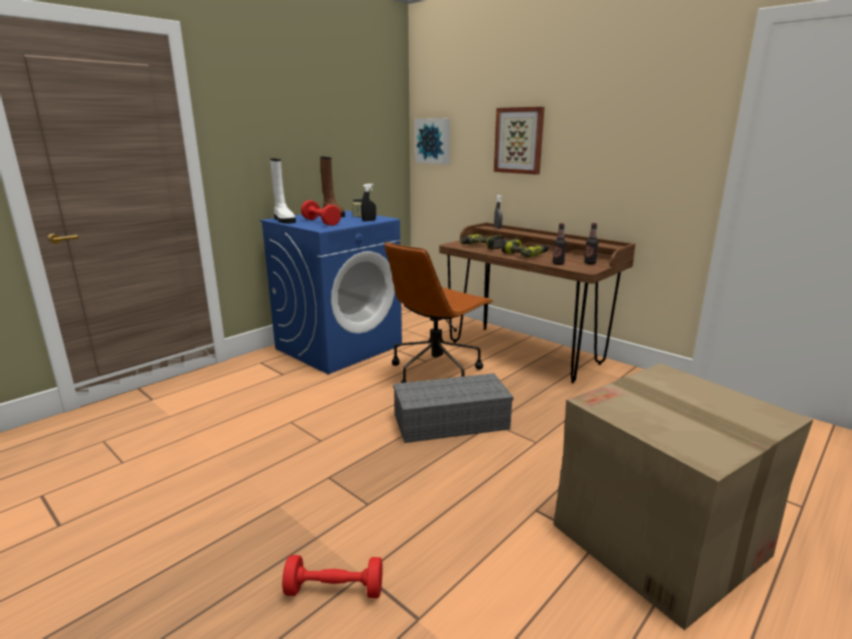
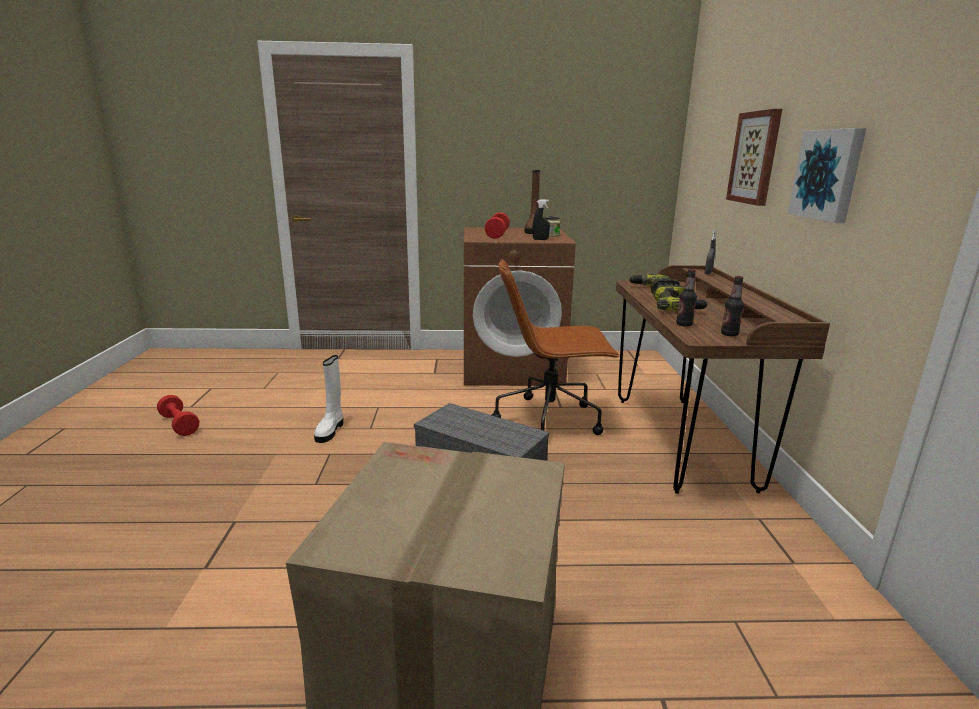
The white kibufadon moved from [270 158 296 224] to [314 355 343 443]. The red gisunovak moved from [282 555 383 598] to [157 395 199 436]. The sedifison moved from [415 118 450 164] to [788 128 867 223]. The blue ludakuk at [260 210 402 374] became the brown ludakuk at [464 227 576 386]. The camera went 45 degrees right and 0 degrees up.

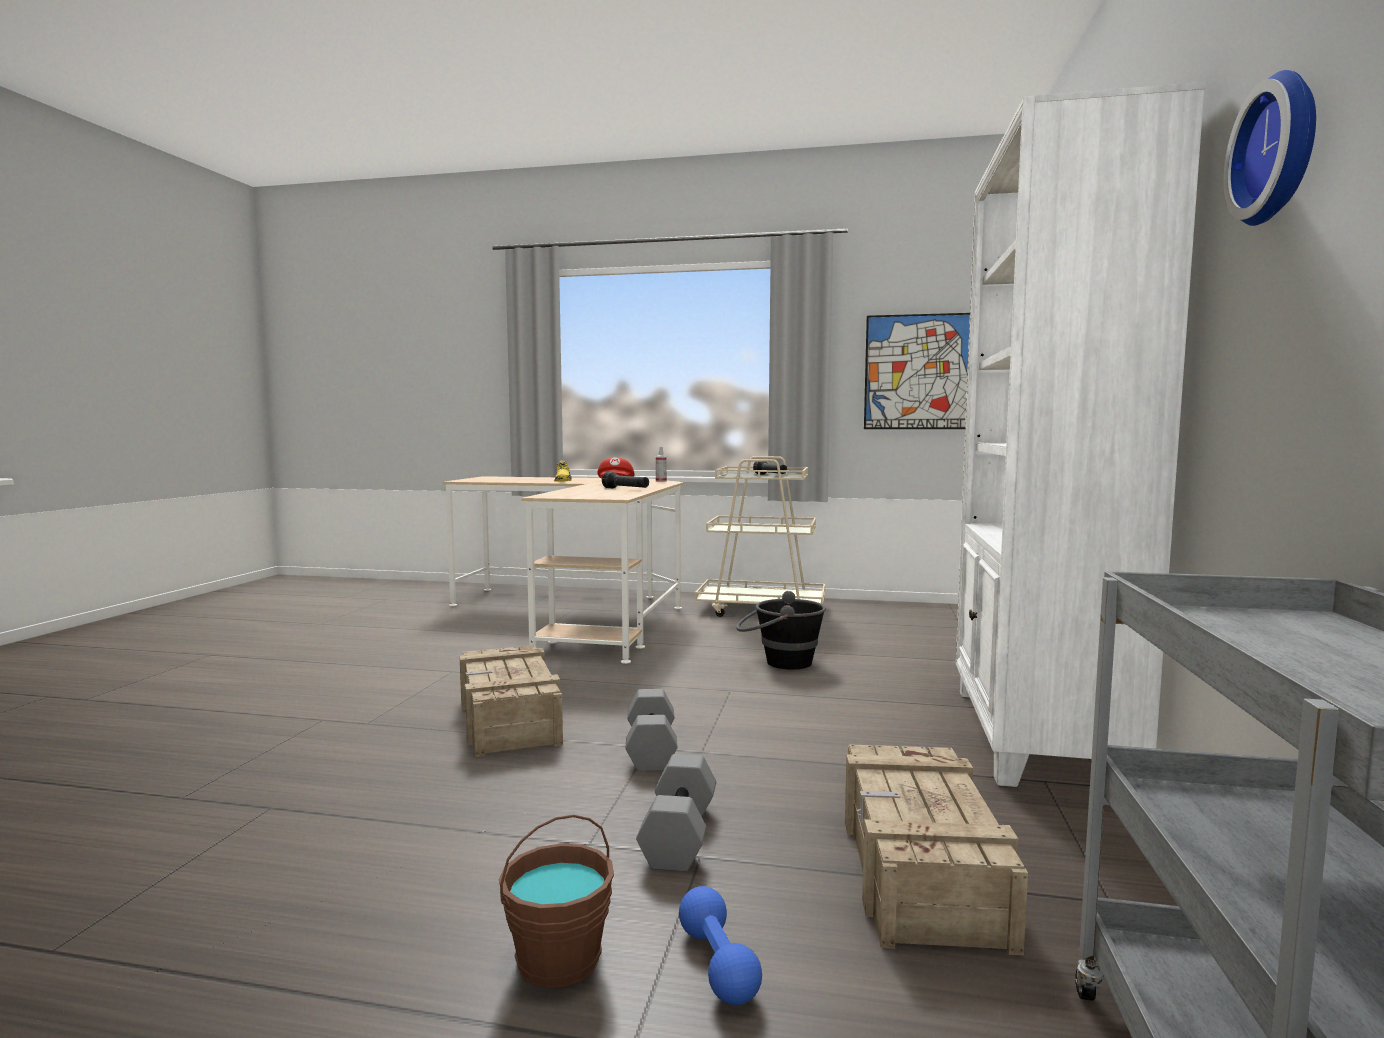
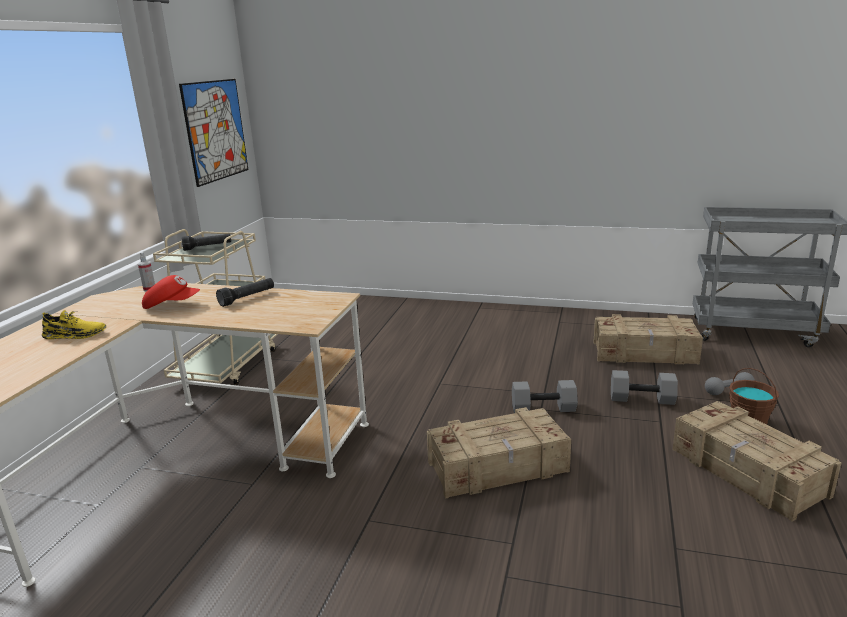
The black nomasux at [736 591 826 670] disappeared. The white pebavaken at [956 82 1206 787] disappeared. The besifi at [1223 70 1316 226] disappeared. The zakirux at [673 401 842 521] appeared. The blue gisunovak at [679 886 762 1005] became the grey gisunovak at [705 372 755 395]. The camera went 85 degrees left and 15 degrees up.

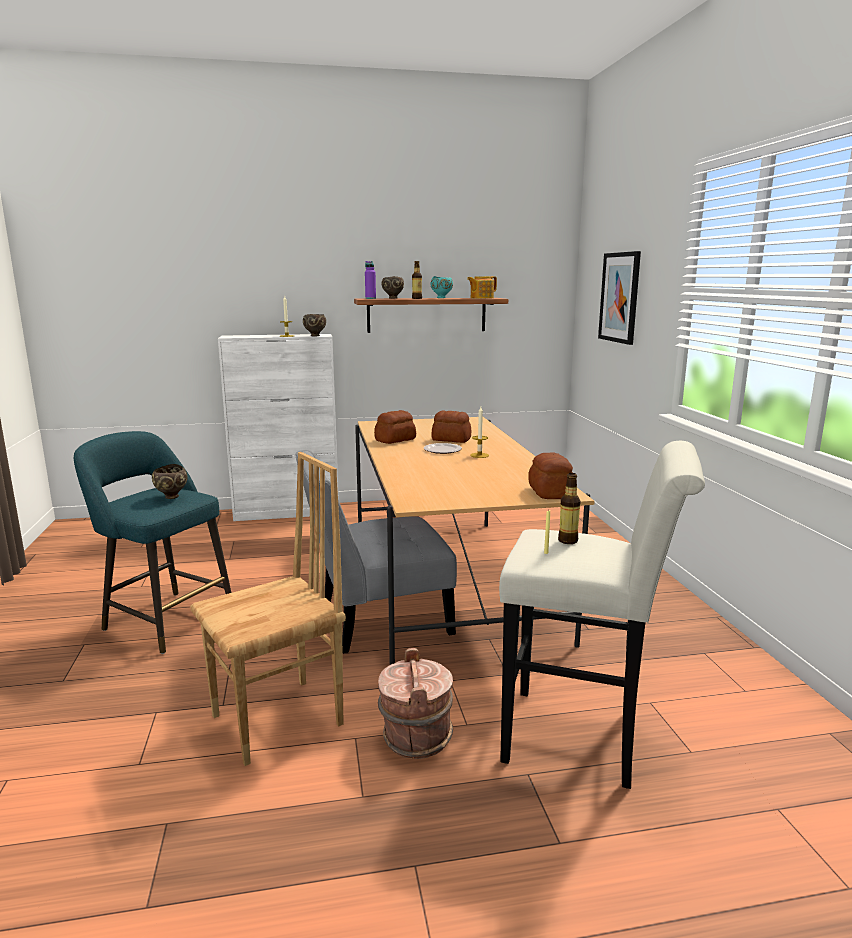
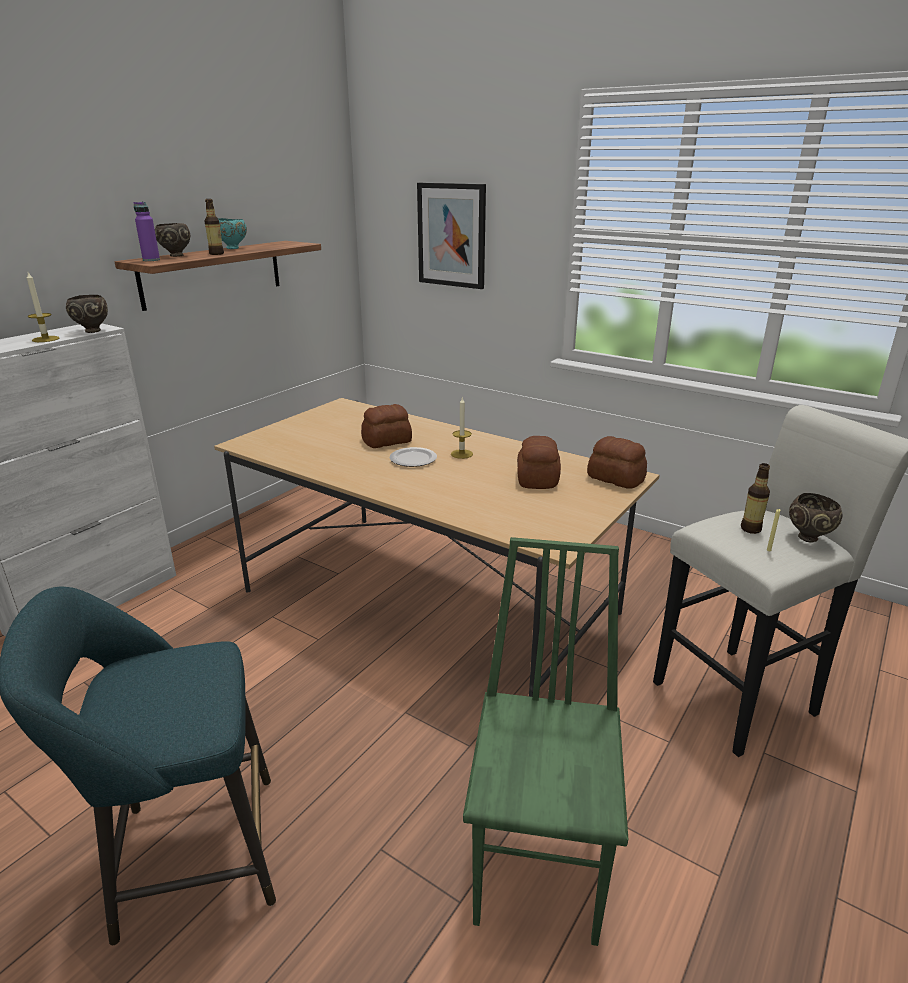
The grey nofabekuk at [295 449 457 653] disappeared. The brown nomasux at [378 648 453 759] disappeared. The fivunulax at [467 276 497 299] disappeared. The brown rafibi moved from [152 464 188 499] to [789 493 843 543]. The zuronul moved from [374 410 416 444] to [517 436 561 489]. The brown nofabekuk at [190 452 346 766] became the green nofabekuk at [463 537 628 946]. The camera went 45 degrees left and 10 degrees up.

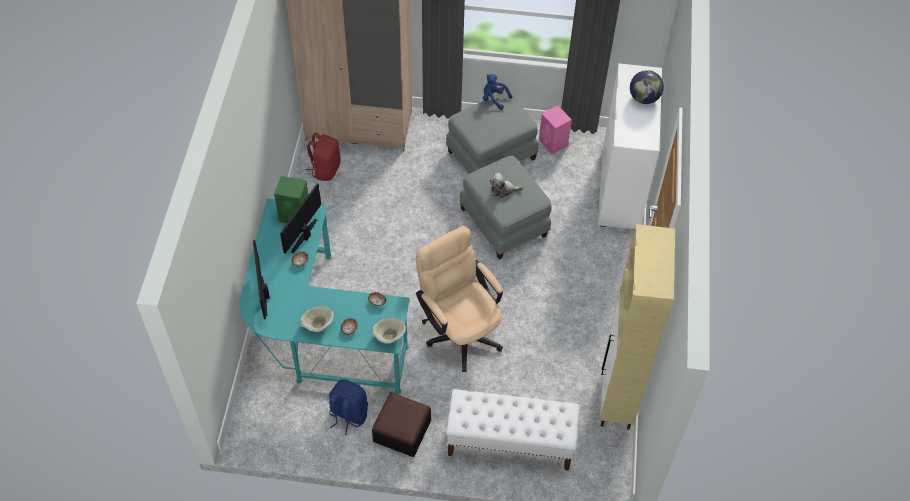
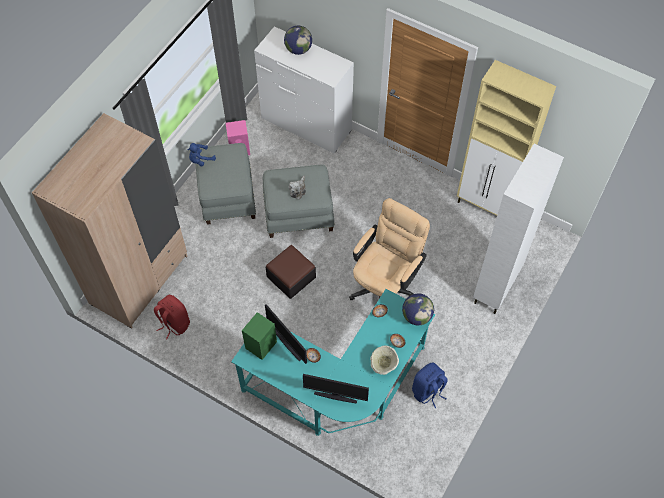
The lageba moved from [372 392 431 457] to [266 245 316 299]. The beige rafibi at [372 318 406 344] was replaced by the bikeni at [402 293 434 325]. The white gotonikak at [446 389 579 471] was replaced by the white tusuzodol at [473 144 564 314]. The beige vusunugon at [416 226 503 372] turned 135 degrees clockwise. The camera went 65 degrees left and 5 degrees up.

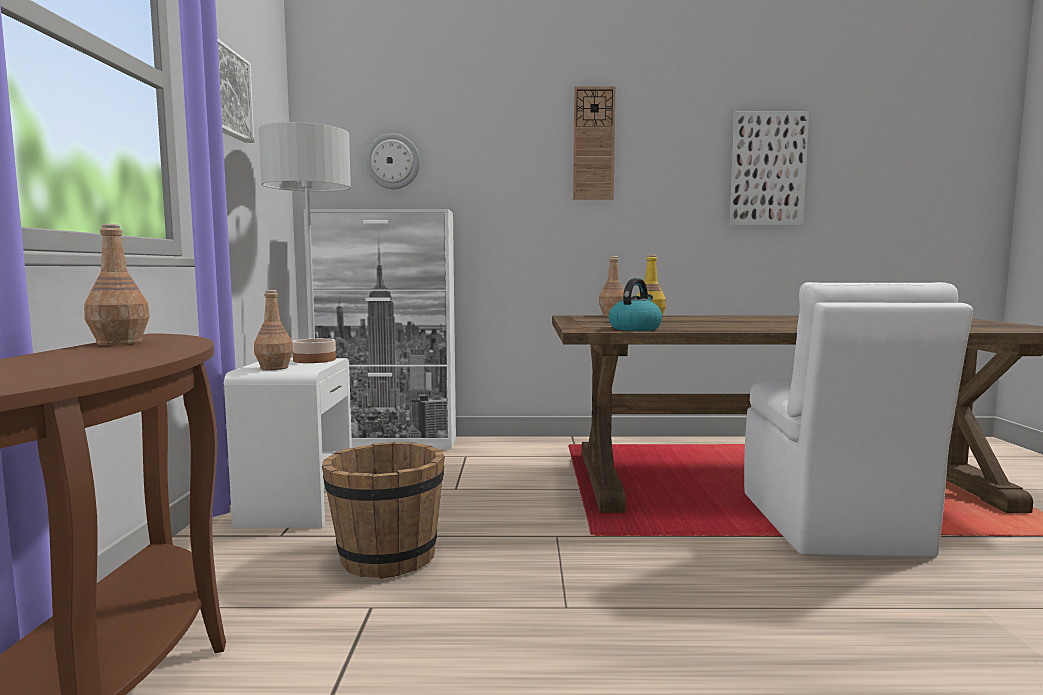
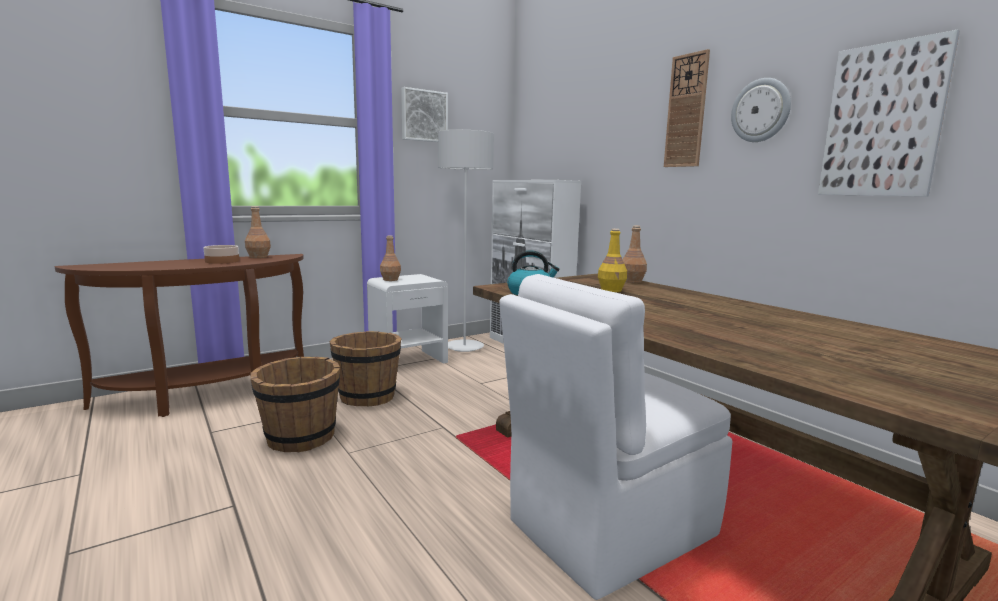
The brown nomasux at [250 357 340 453] appeared. The rafibi moved from [292 338 336 363] to [203 245 239 264]. The besifi moved from [366 133 420 189] to [731 78 791 142]. The camera went 55 degrees right and 5 degrees up.

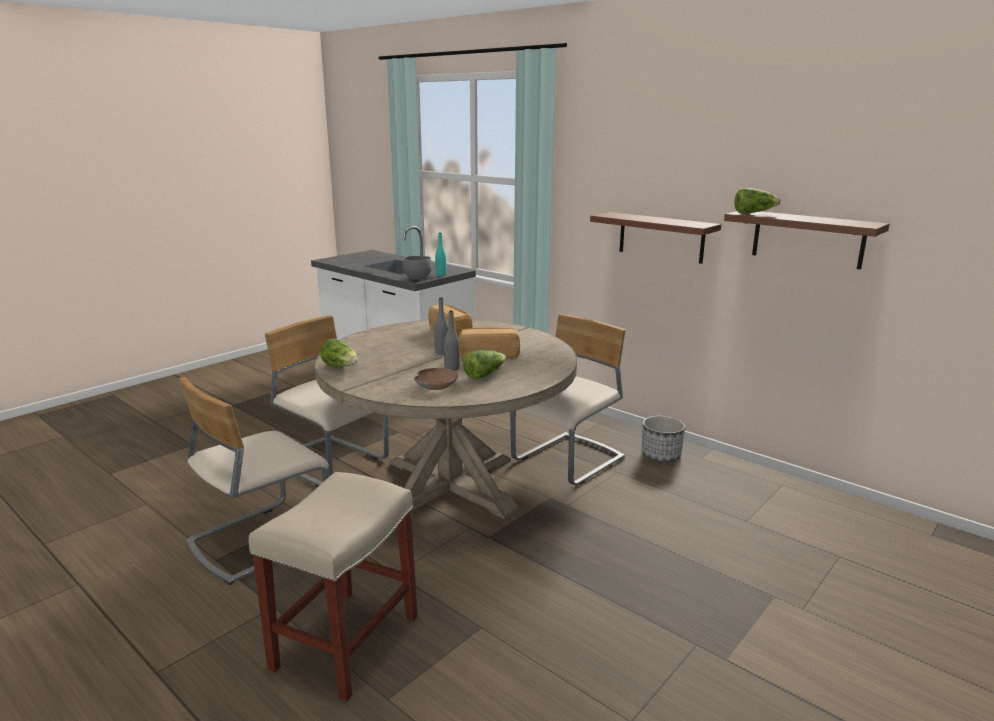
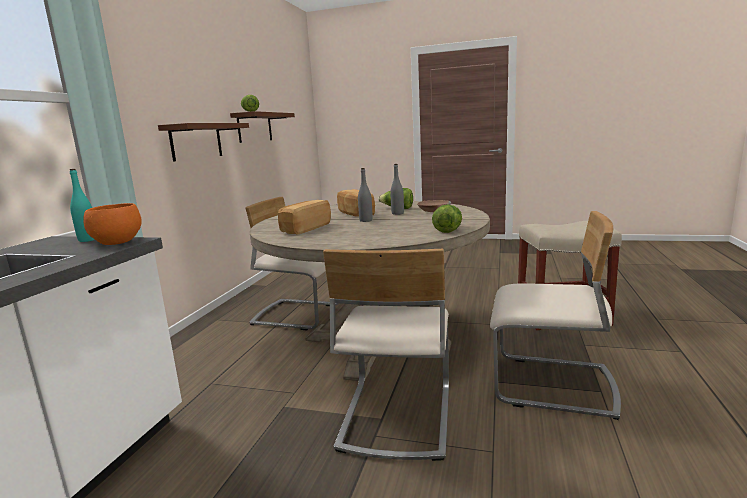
The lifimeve at [641 416 685 462] disappeared. The grey rafibi at [402 256 432 280] became the orange rafibi at [83 203 142 245]. The camera went 115 degrees left and 5 degrees down.

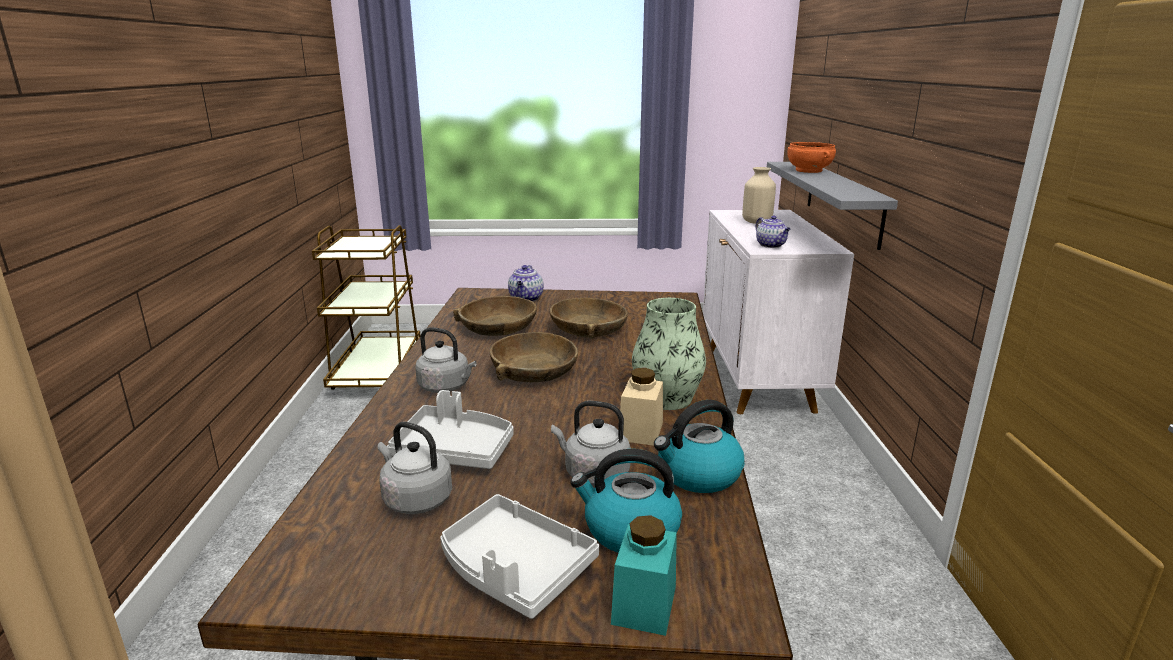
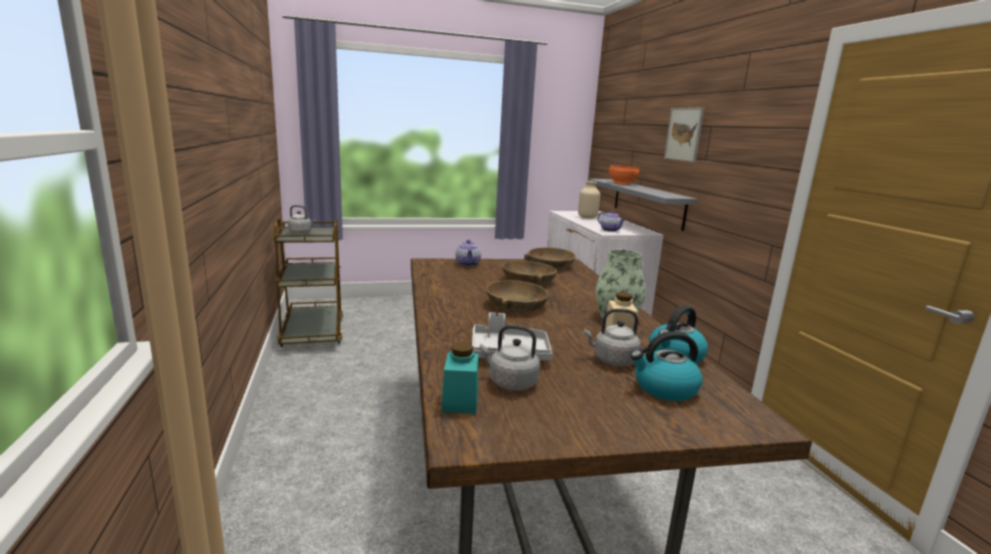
The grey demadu at [440 494 599 619] disappeared. The sedifison at [664 107 704 162] appeared. The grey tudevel moved from [415 327 477 393] to [288 205 316 234]. The brown rafibi moved from [453 296 537 336] to [524 248 576 269]. The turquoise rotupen moved from [611 515 677 636] to [441 342 479 414]. The camera went 15 degrees left and 5 degrees down.

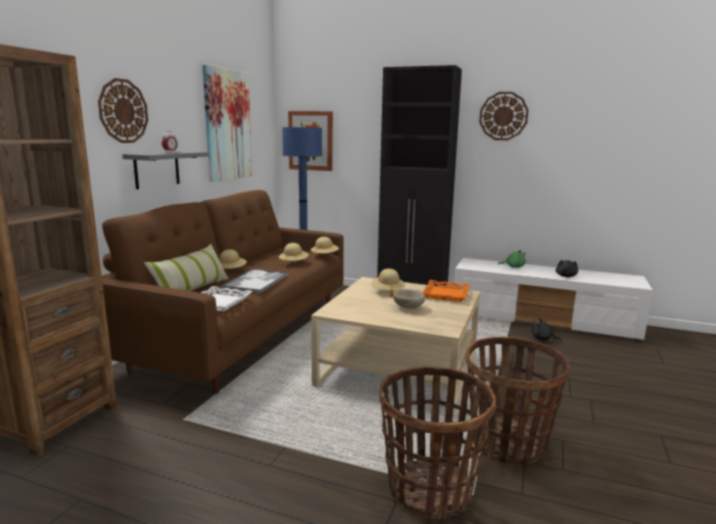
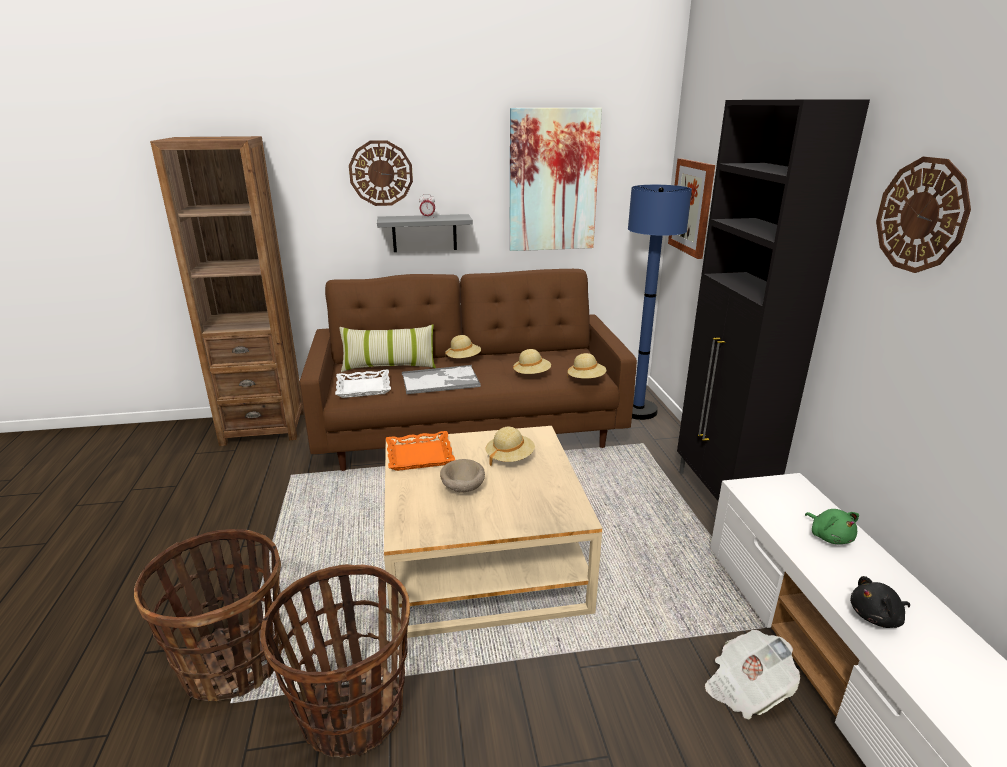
The orange demadu moved from [422 280 470 302] to [386 431 455 471]. The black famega at [531 318 562 342] was replaced by the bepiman at [705 630 800 720]. The camera went 60 degrees right and 10 degrees up.

